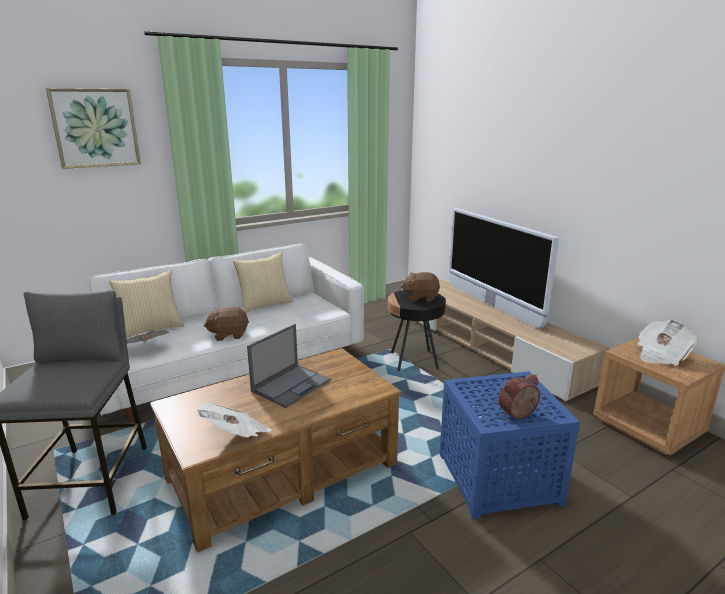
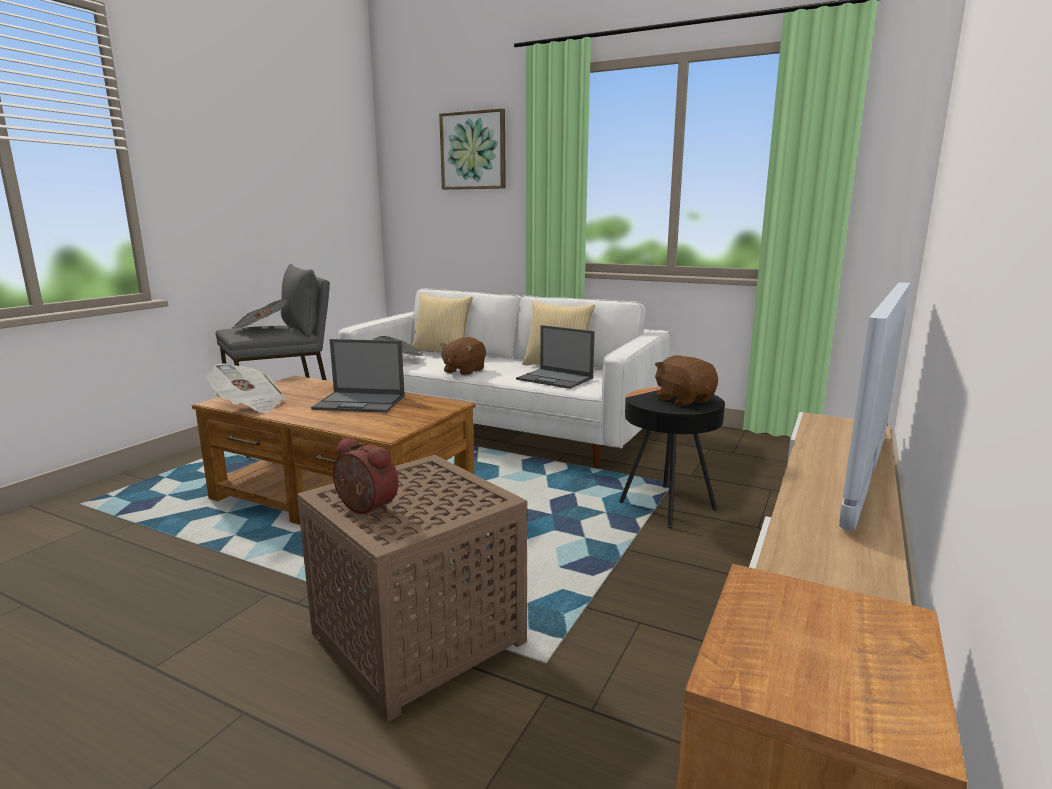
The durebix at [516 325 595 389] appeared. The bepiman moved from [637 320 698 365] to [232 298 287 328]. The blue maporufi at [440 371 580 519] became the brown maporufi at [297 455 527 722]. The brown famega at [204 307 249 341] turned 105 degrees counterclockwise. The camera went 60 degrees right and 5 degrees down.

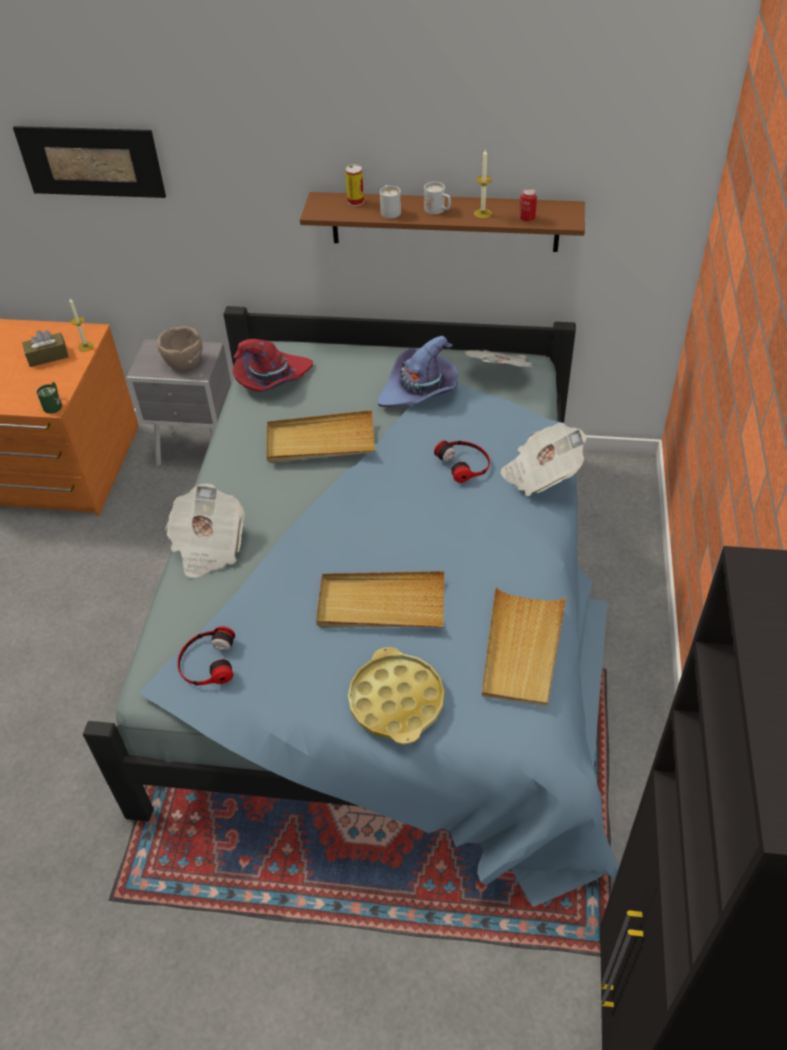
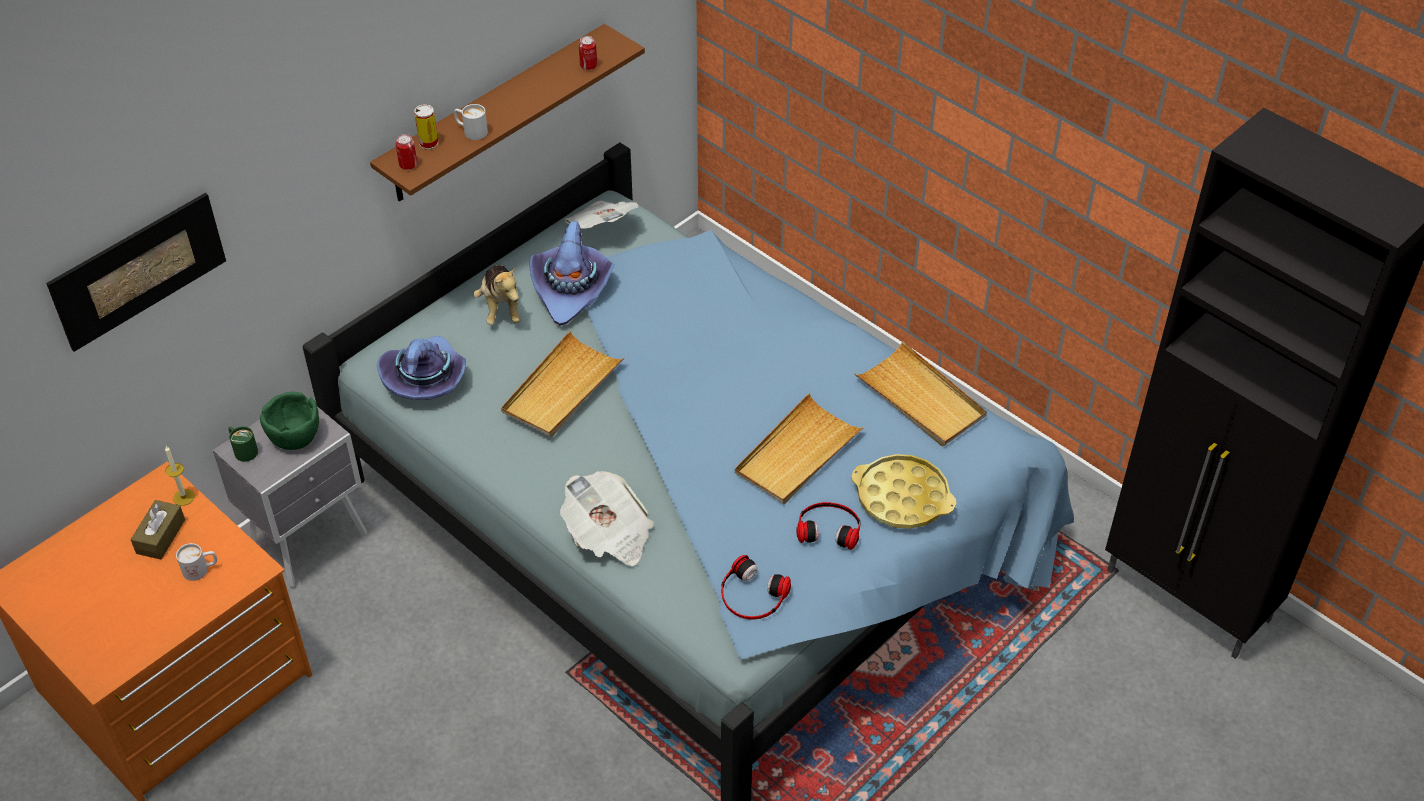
The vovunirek at [474 150 492 219] disappeared. The bepiman at [501 423 587 497] disappeared. The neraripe at [396 134 417 170] appeared. The famega at [473 265 520 325] appeared. The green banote moved from [37 382 62 414] to [228 426 258 462]. The white banote moved from [424 182 451 214] to [176 543 217 581]. The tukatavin moved from [434 440 490 483] to [796 502 860 550]. The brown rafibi at [157 326 203 370] became the green rafibi at [260 392 319 450]. The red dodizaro at [233 339 313 392] became the purple dodizaro at [377 336 466 400]. The camera went 55 degrees left and 0 degrees up.

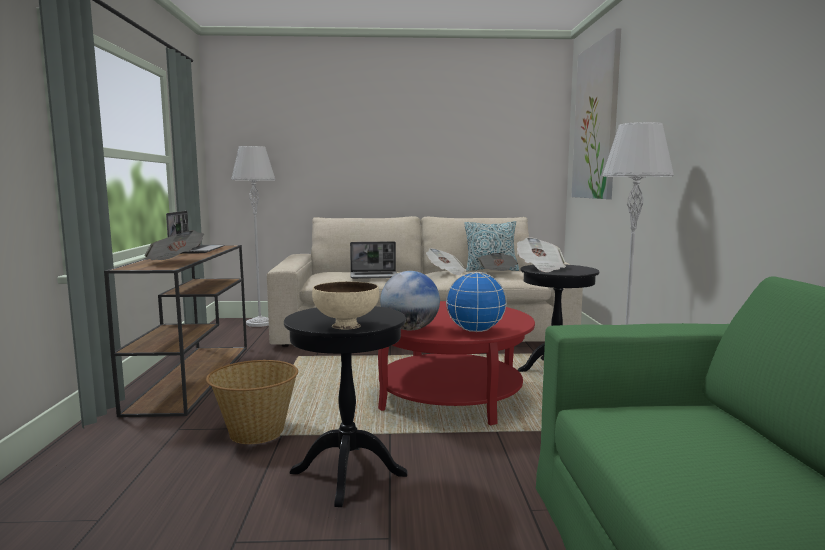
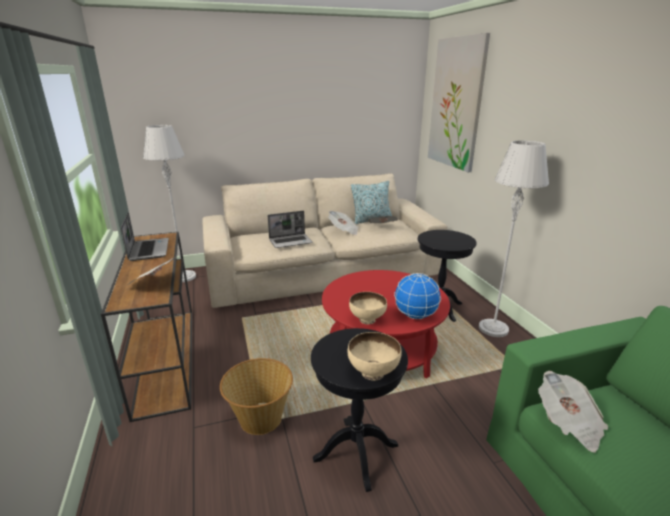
The bepiman moved from [517 237 566 272] to [538 371 608 453]. The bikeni at [380 271 440 330] was replaced by the beige rafibi at [349 292 387 324]. The camera went 15 degrees left and 15 degrees up.

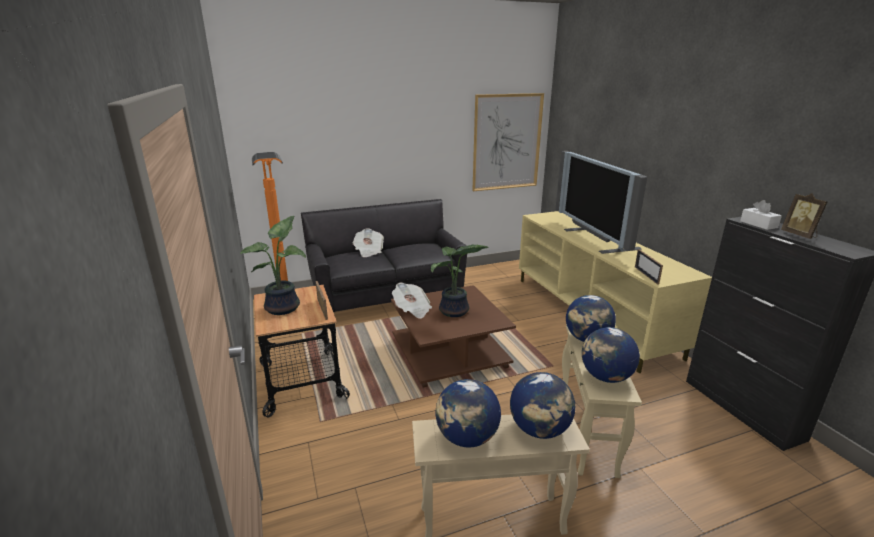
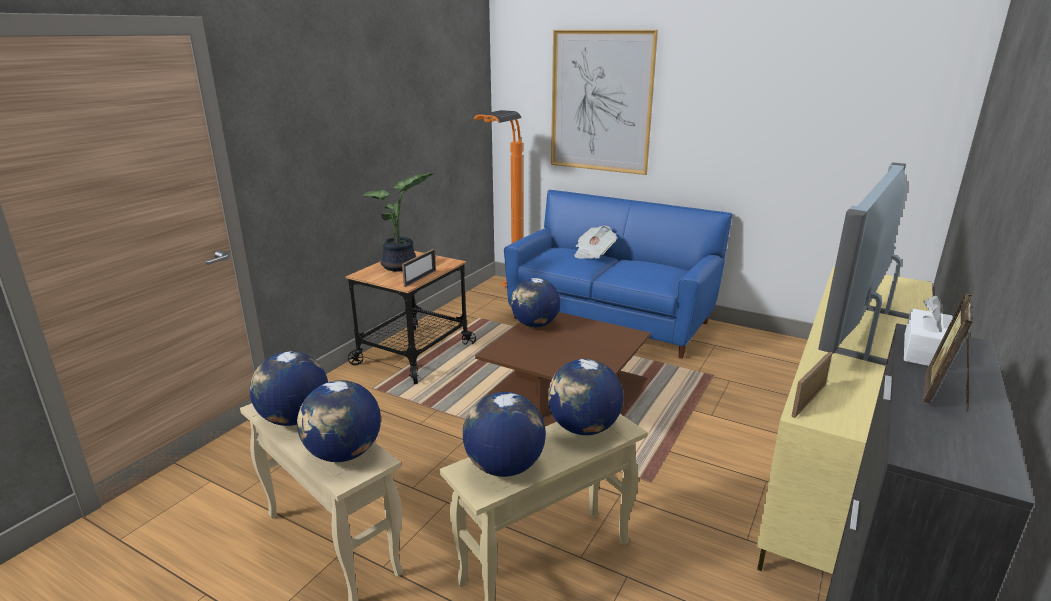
The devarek at [431 245 489 317] disappeared. The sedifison moved from [472 93 544 191] to [551 30 658 175]. The bepiman at [392 283 432 319] was replaced by the bikeni at [511 278 560 327]. The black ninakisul at [301 199 467 312] became the blue ninakisul at [504 190 733 359]. The camera went 50 degrees right and 0 degrees up.

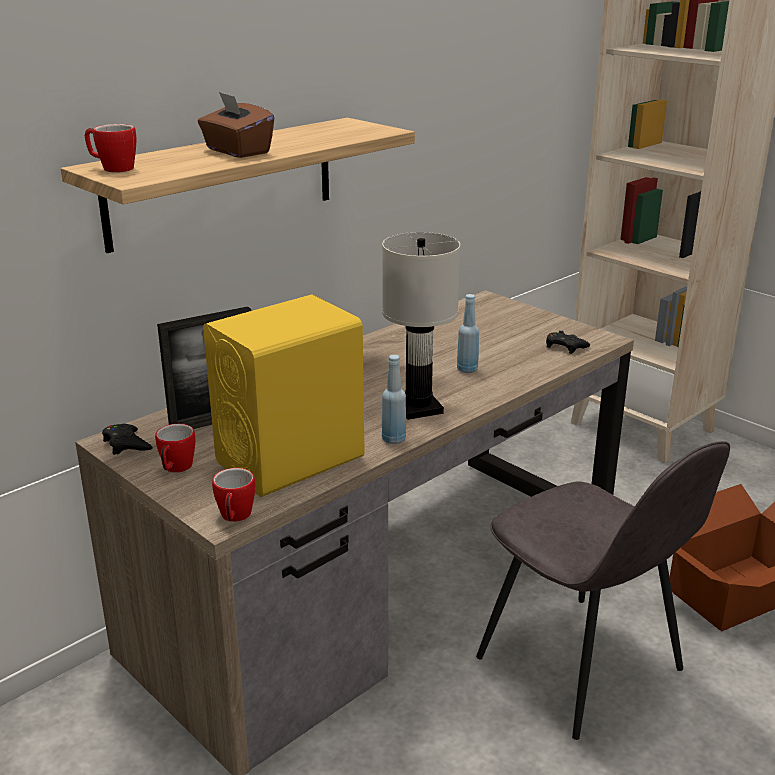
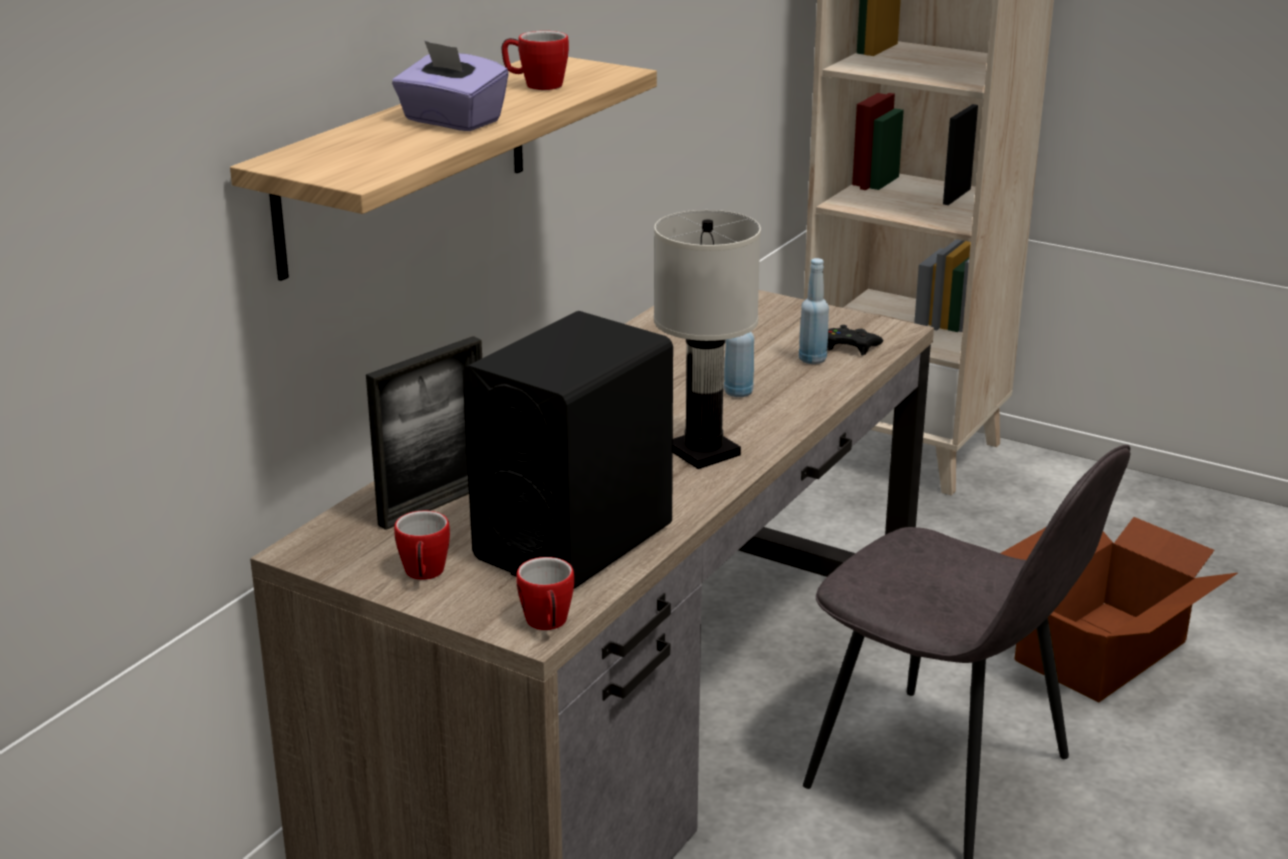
The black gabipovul at [102 424 153 455] disappeared. The banote moved from [85 124 136 172] to [502 31 569 90]. The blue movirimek moved from [382 355 406 444] to [799 258 829 364]. The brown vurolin at [198 92 274 158] became the purple vurolin at [392 40 509 131]. The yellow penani at [203 294 365 497] became the black penani at [462 311 673 590]. The camera went 15 degrees left and 0 degrees up.

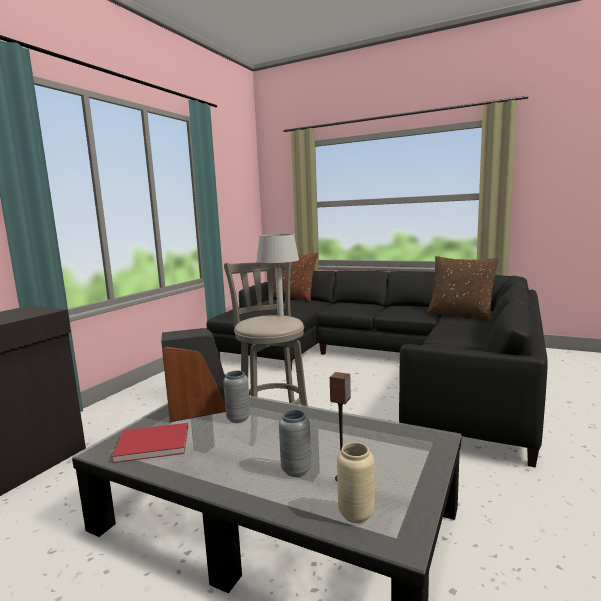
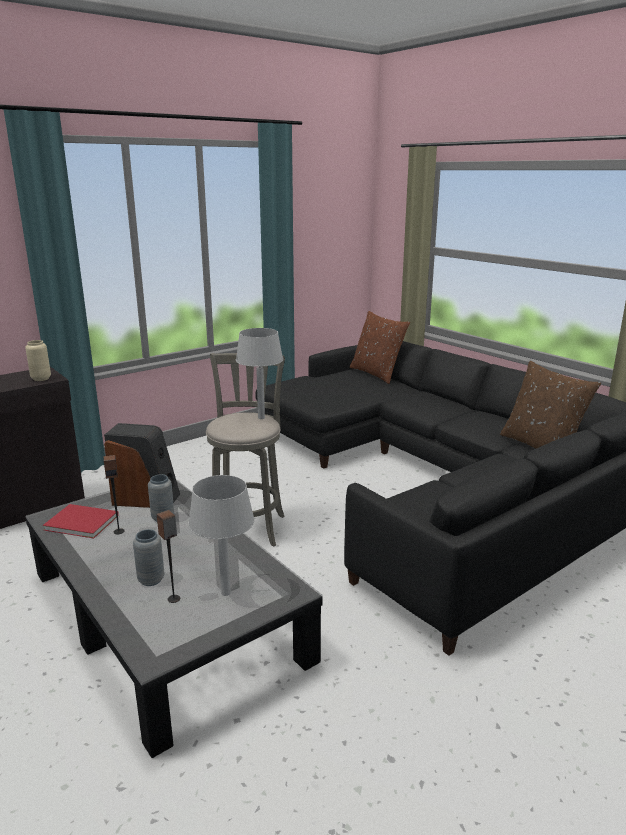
The penani at [104 455 125 534] appeared. The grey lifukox at [188 475 255 596] appeared. The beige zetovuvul moved from [337 442 375 523] to [25 340 51 381]. The camera went 25 degrees right and 10 degrees up.

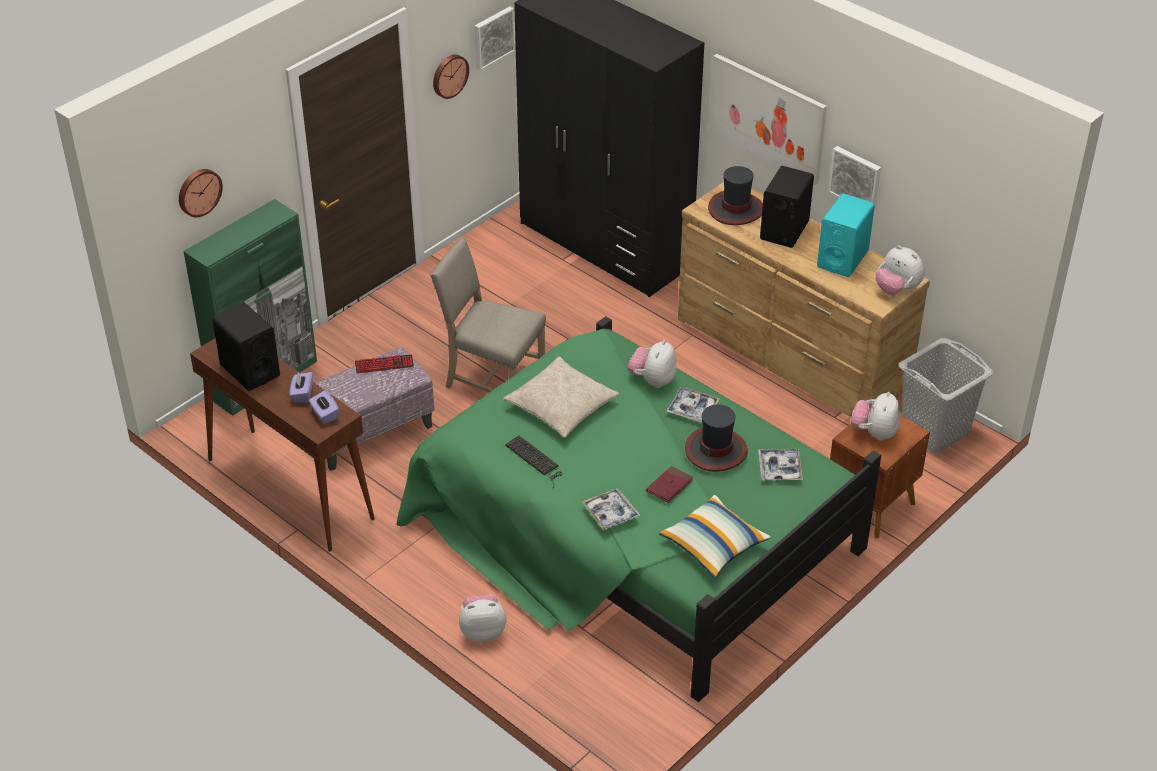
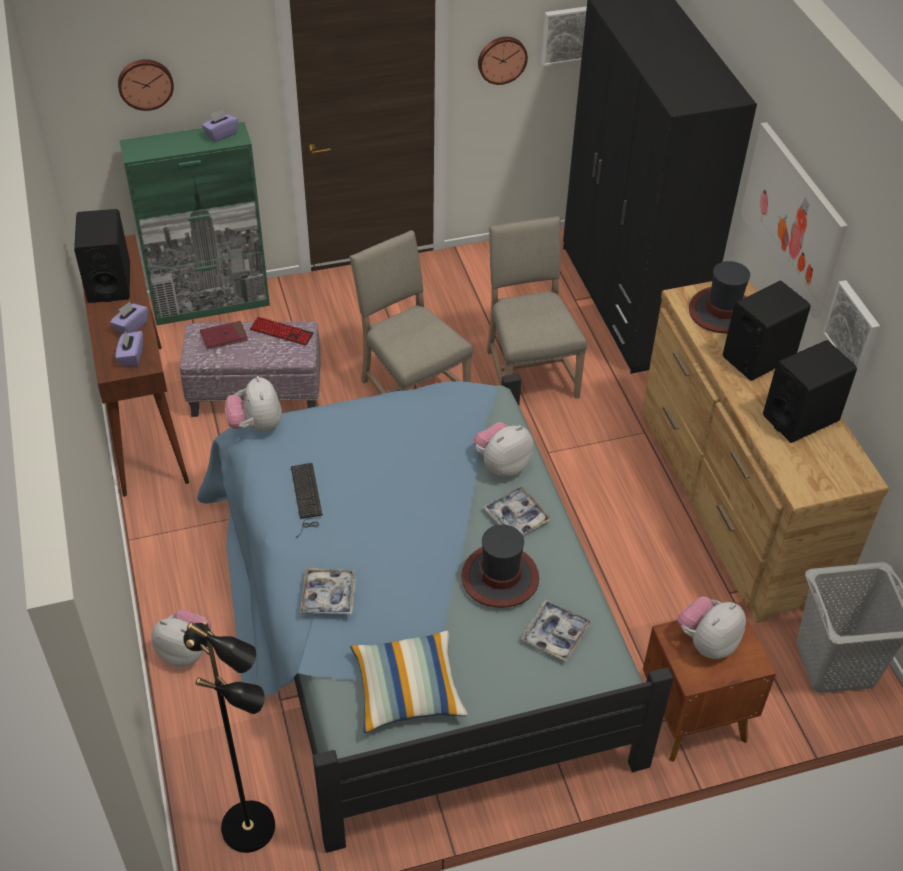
The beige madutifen at [503 357 619 438] disappeared. The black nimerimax at [183 621 275 853] appeared. The purple vurolin at [202 110 238 142] appeared. The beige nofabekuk at [487 216 587 399] appeared. The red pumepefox moved from [646 466 693 503] to [200 321 248 349]. The famega moved from [875 245 925 295] to [225 376 282 432]. The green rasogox at [397 316 881 702] became the blue rasogox at [197 373 674 853]. The turquoise penani at [817 193 875 277] became the black penani at [763 340 857 443]. The camera went 30 degrees right and 5 degrees up.

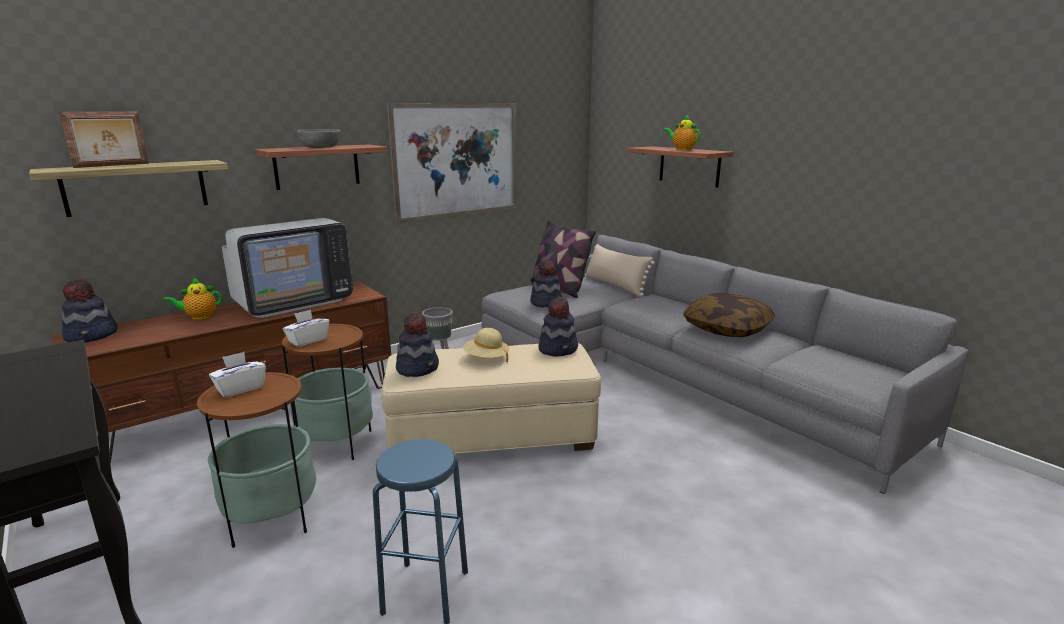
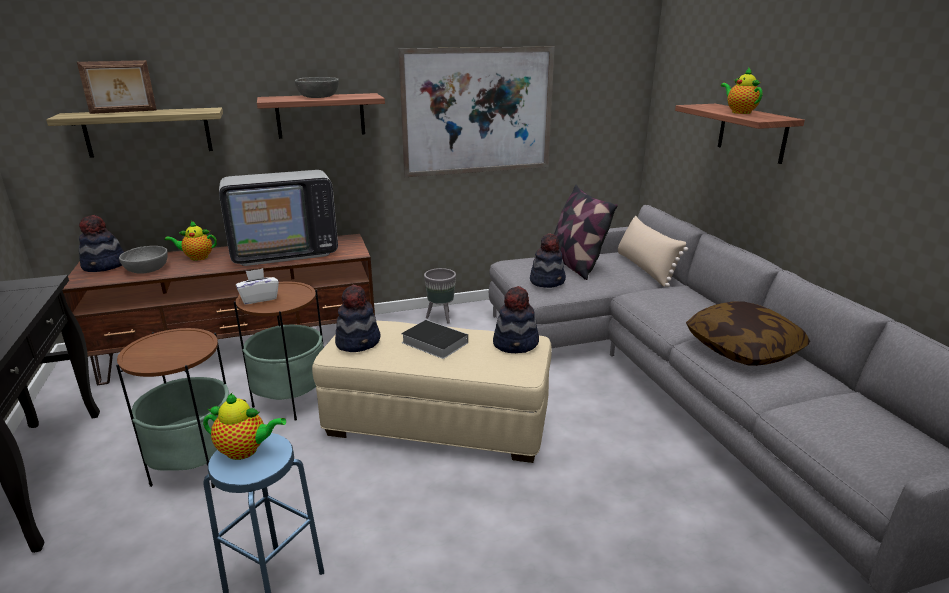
The white vurolin at [209 352 266 398] disappeared. The grey rafibi at [119 246 168 274] appeared. The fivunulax at [203 393 286 460] appeared. The beige dodizaro at [463 328 509 362] was replaced by the pumepefox at [401 320 468 359]. The camera went 20 degrees right and 5 degrees up.

